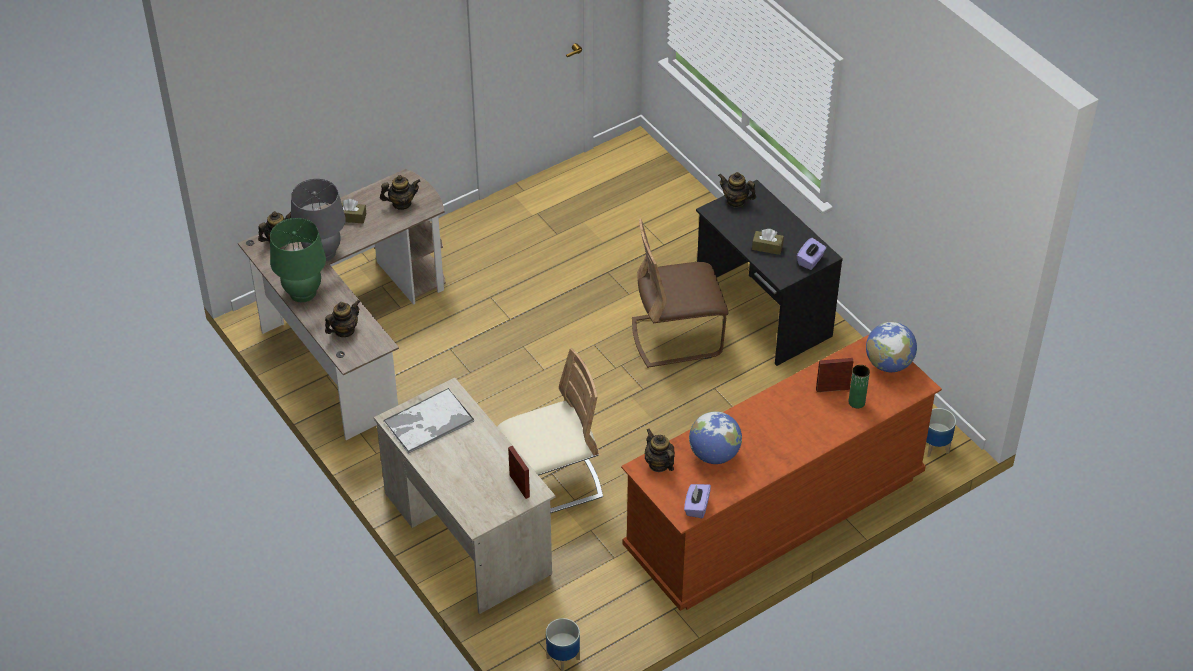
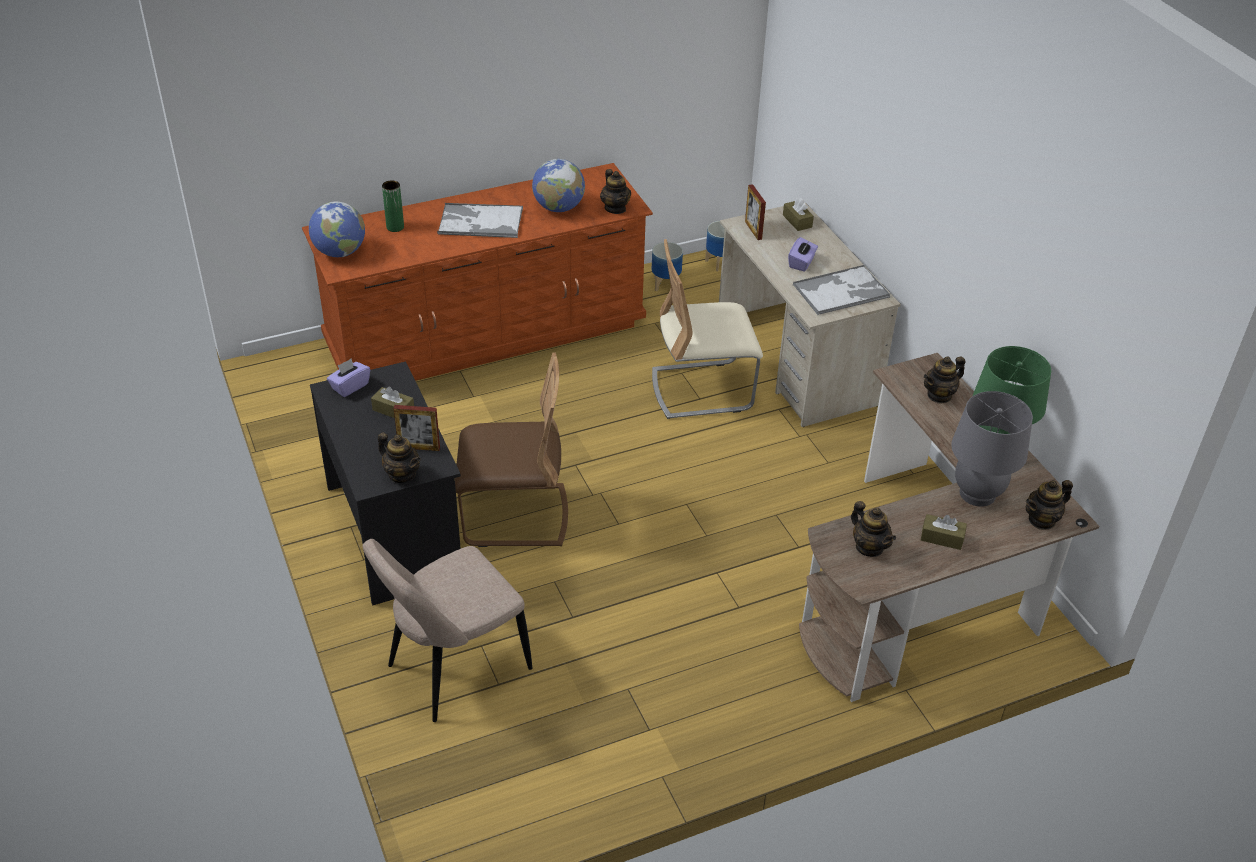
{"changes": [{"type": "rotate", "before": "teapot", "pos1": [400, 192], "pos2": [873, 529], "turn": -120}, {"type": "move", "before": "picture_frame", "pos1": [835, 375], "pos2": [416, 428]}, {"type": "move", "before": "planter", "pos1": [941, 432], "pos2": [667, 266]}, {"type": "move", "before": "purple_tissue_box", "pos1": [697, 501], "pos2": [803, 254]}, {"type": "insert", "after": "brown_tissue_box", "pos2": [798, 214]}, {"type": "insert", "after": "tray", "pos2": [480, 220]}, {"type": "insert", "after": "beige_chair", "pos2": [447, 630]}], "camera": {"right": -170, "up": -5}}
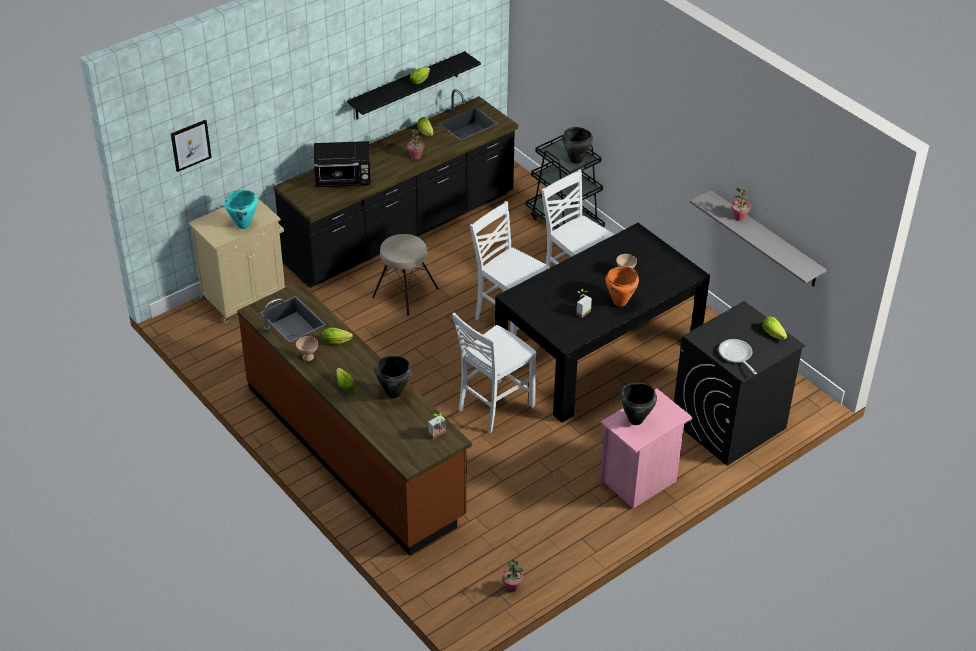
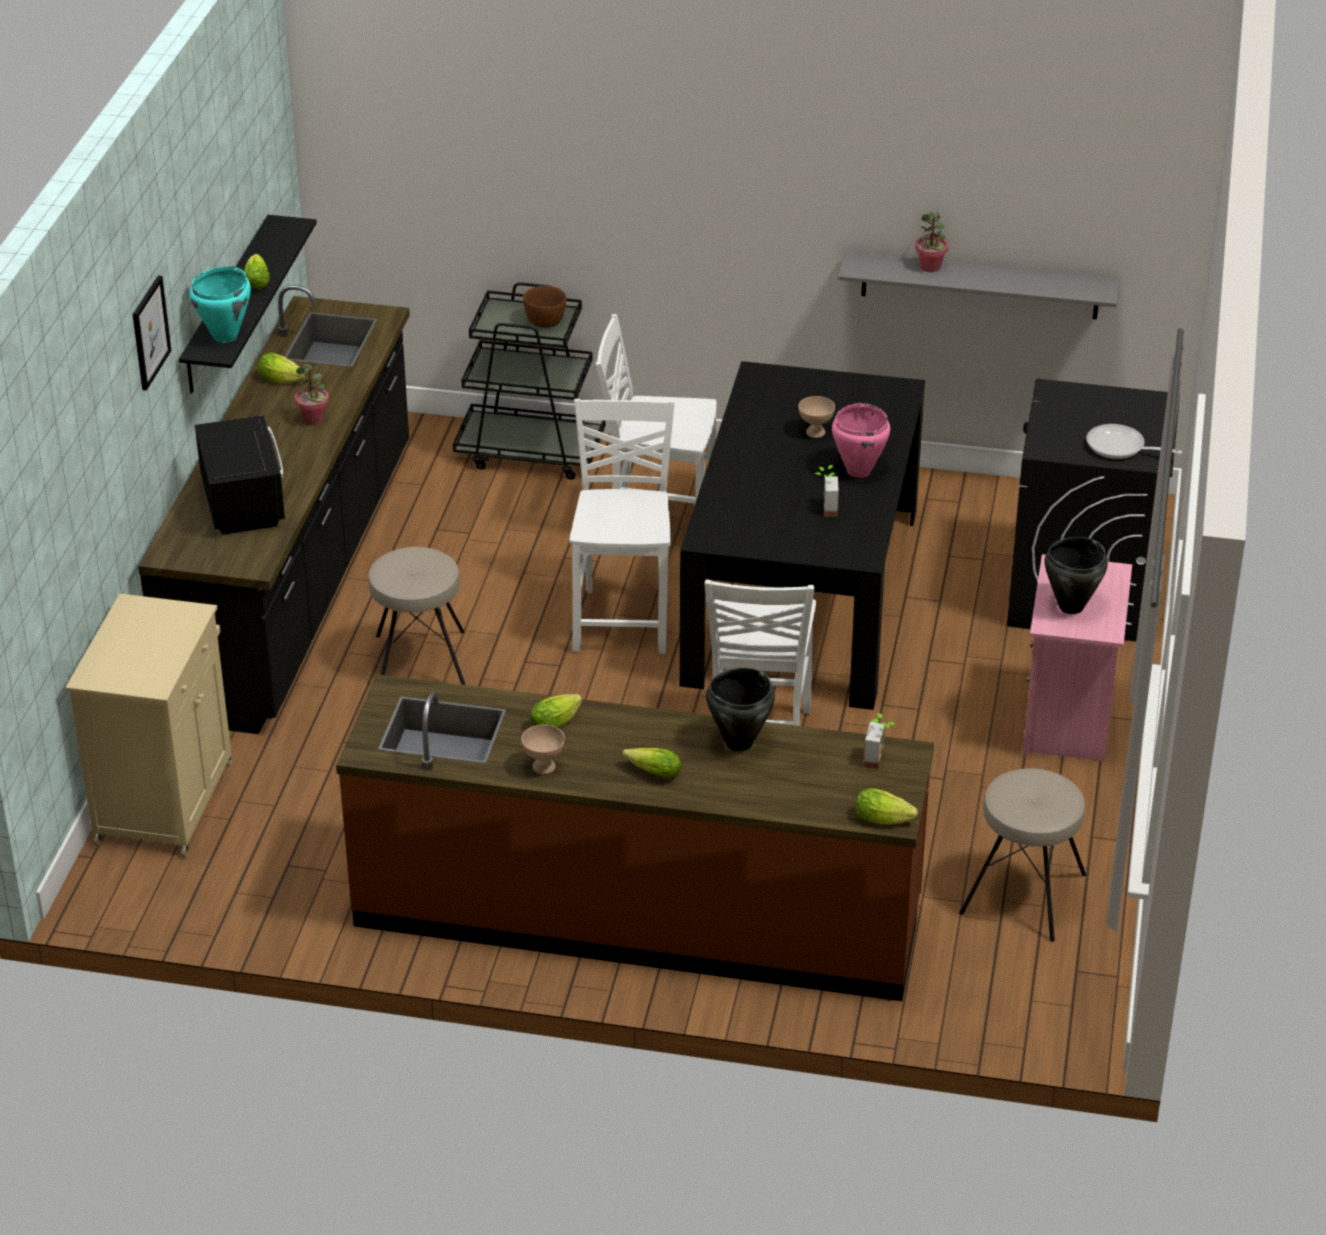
{"changes": [{"type": "move", "before": "picture", "pos1": [191, 146], "pos2": [152, 333]}, {"type": "replace", "before": "black_cooking_pot", "after": "brown_bowl", "pos1": [577, 145], "pos2": [544, 307]}, {"type": "rotate", "before": "black_microwave", "pos1": [342, 164], "pos2": [240, 474], "turn": -60}, {"type": "move", "before": "turquoise_cooking_pot", "pos1": [241, 209], "pos2": [220, 304]}, {"type": "rotate", "before": "white_chair", "pos1": [509, 268], "pos2": [622, 526], "turn": 90}, {"type": "recolor", "before": "orange_cooking_pot", "after": "pink_cooking_pot", "pos1": [622, 286], "pos2": [861, 440]}, {"type": "move", "before": "lettuce", "pos1": [774, 328], "pos2": [886, 806]}, {"type": "delete", "before": "potted_plant", "pos1": [513, 575]}, {"type": "insert", "after": "beige_stool", "pos2": [1022, 855]}], "camera": {"right": -40, "up": -5}}
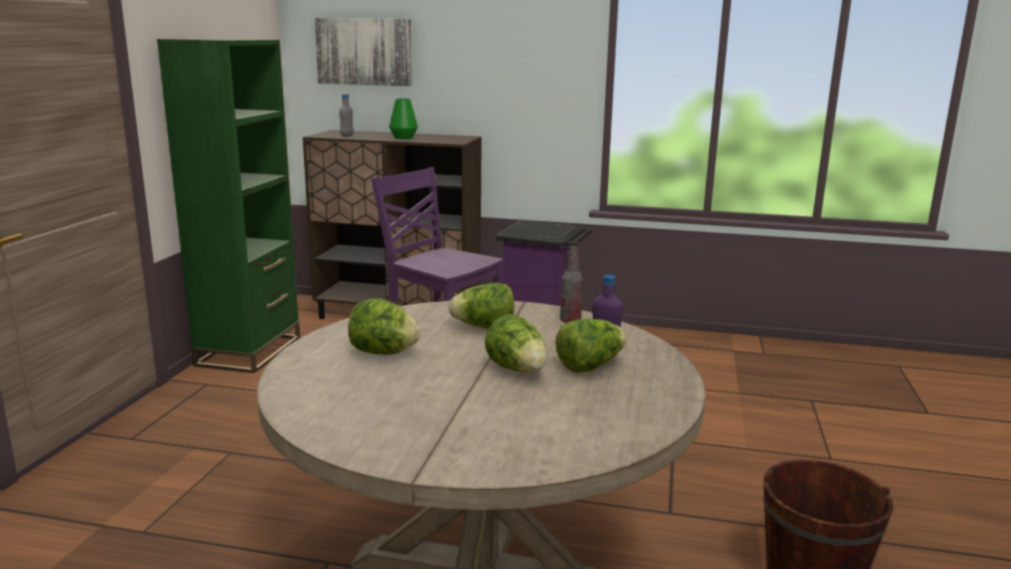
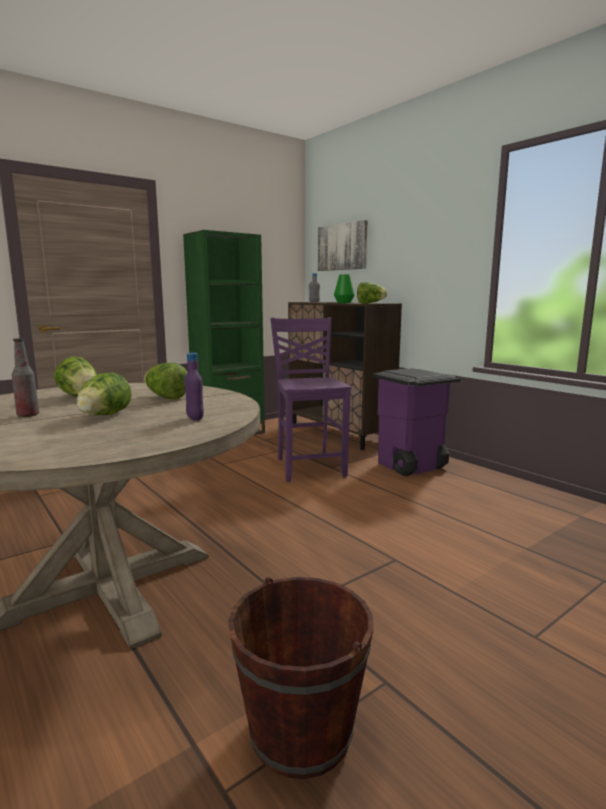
{"changes": [{"type": "move", "before": "bottle", "pos1": [571, 281], "pos2": [25, 377]}, {"type": "move", "before": "lettuce", "pos1": [591, 346], "pos2": [372, 293]}], "camera": {"right": 40, "up": -5}}
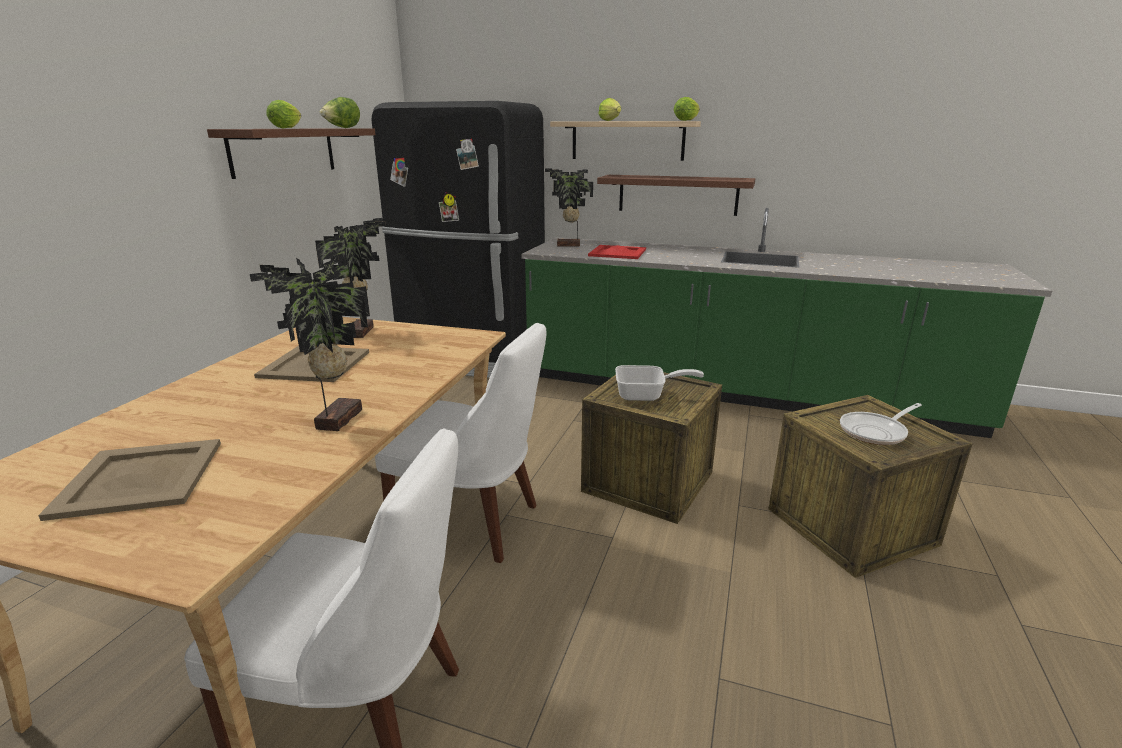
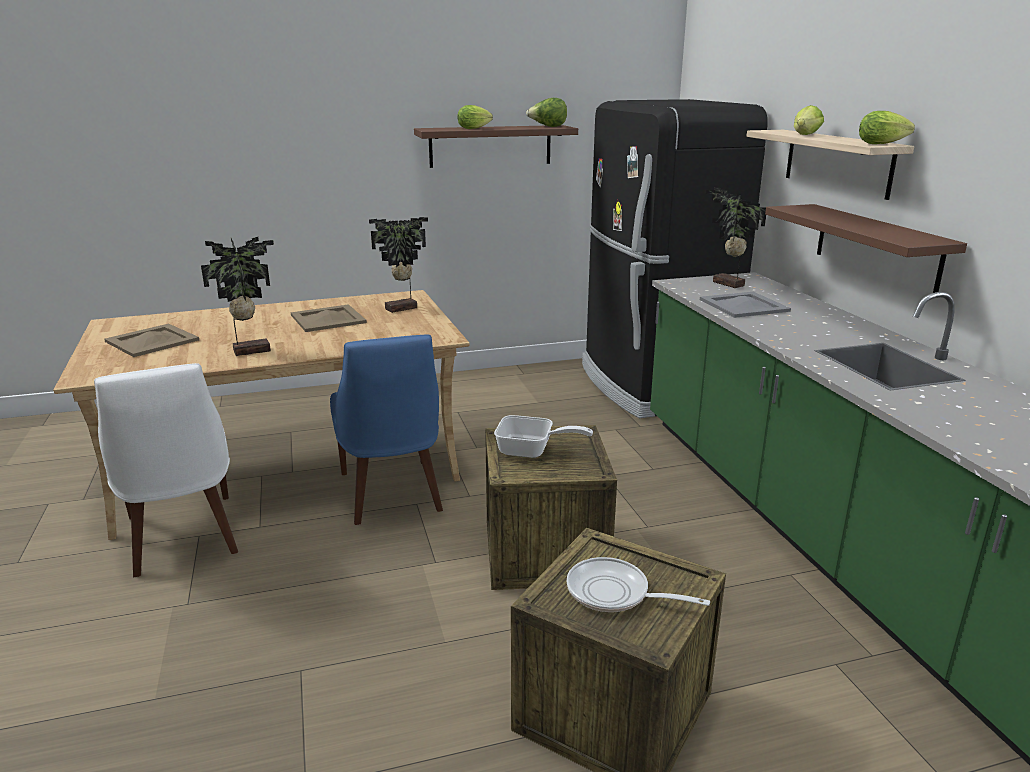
{"changes": [{"type": "recolor", "before": "red_tray", "after": "grey_tray", "pos1": [617, 252], "pos2": [745, 305]}, {"type": "recolor", "before": "white_chair", "after": "blue_chair", "pos1": [461, 443], "pos2": [386, 430]}, {"type": "rotate", "before": "frying_pan", "pos1": [659, 383], "pos2": [543, 436], "turn": -45}], "camera": {"right": 55, "up": 0}}
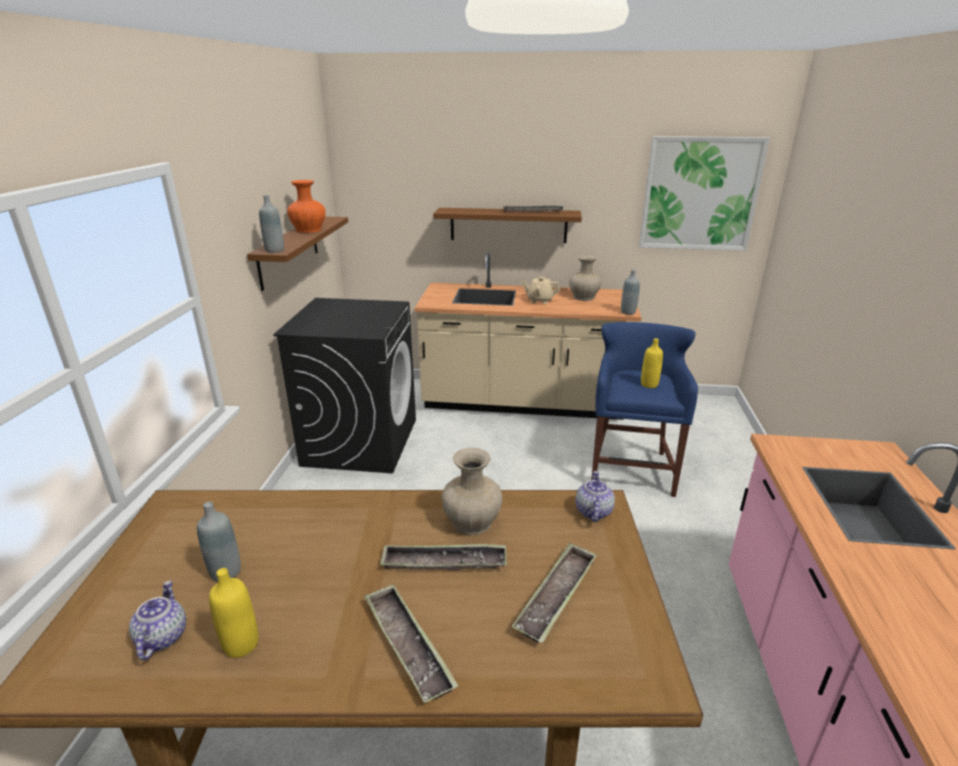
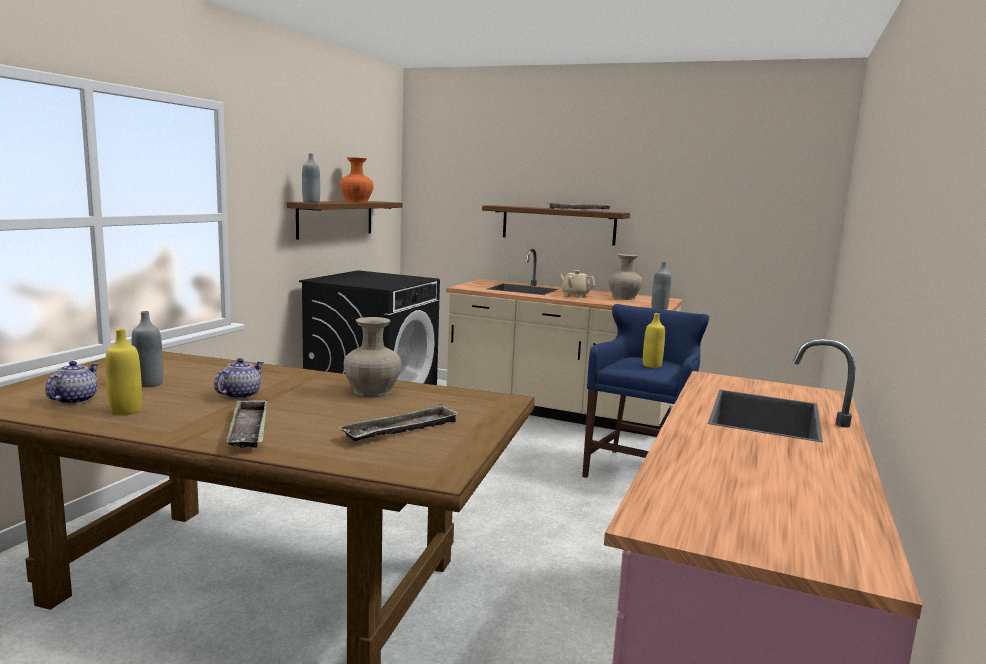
{"changes": [{"type": "delete", "before": "picture", "pos1": [704, 193]}, {"type": "move", "before": "teapot", "pos1": [595, 496], "pos2": [239, 378]}, {"type": "delete", "before": "tray", "pos1": [443, 557]}], "camera": {"right": 15, "up": -15}}
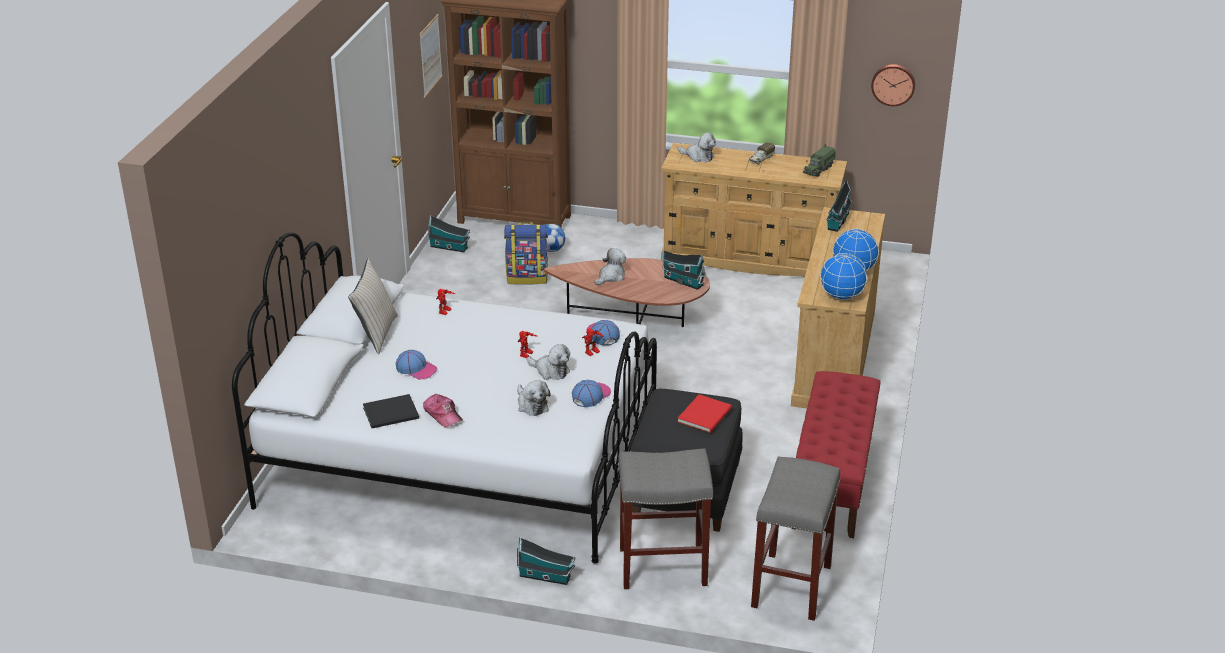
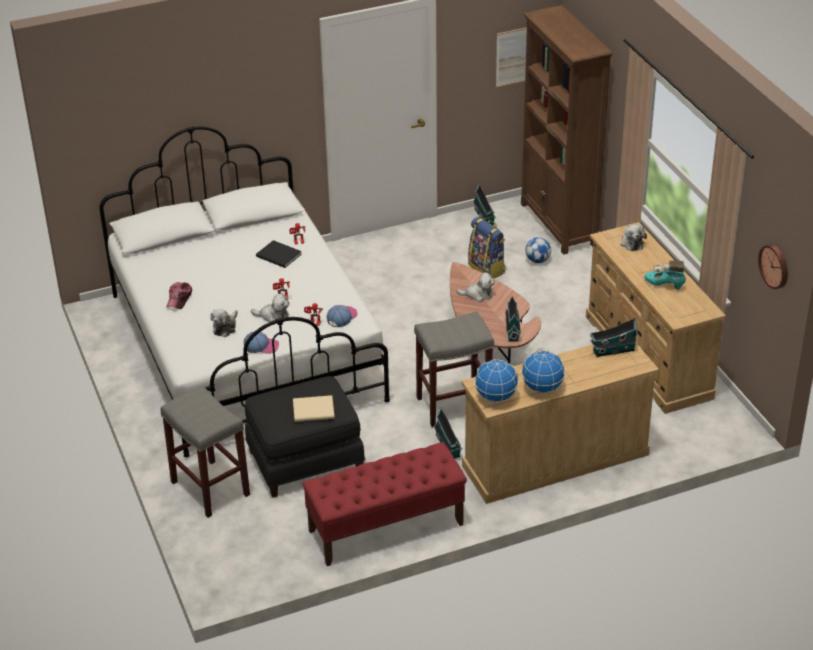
{"changes": [{"type": "delete", "before": "toy_truck", "pos1": [819, 160]}, {"type": "delete", "before": "beige_pillow", "pos1": [373, 306]}, {"type": "rotate", "before": "plush_toy", "pos1": [548, 362], "pos2": [270, 308], "turn": -75}, {"type": "delete", "before": "cap", "pos1": [417, 364]}, {"type": "move", "before": "black_book", "pos1": [391, 411], "pos2": [279, 254]}, {"type": "recolor", "before": "red_book", "after": "beige_book", "pos1": [704, 414], "pos2": [314, 408]}, {"type": "move", "before": "grey_stool", "pos1": [795, 539], "pos2": [454, 369]}, {"type": "move", "before": "toy_house", "pos1": [546, 561], "pos2": [448, 432]}, {"type": "insert", "after": "turquoise_shoe", "pos2": [665, 279]}], "camera": {"right": 55, "up": 5}}
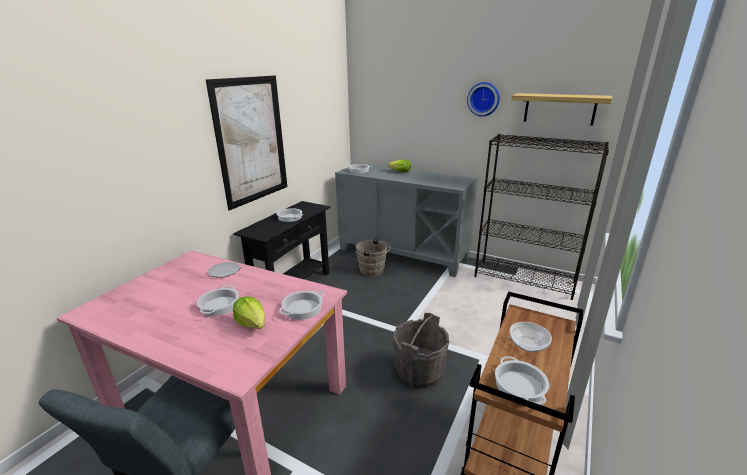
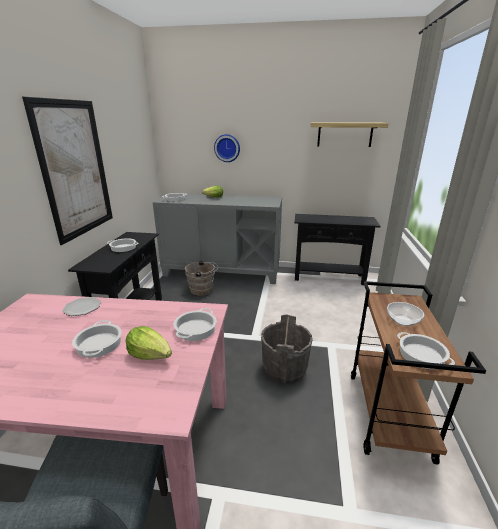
{"changes": [{"type": "move", "before": "wall_clock", "pos1": [483, 99], "pos2": [227, 148]}, {"type": "replace", "before": "black_bookcase", "after": "black_console_table", "pos1": [542, 217], "pos2": [338, 249]}], "camera": {"right": -20, "up": 0}}
